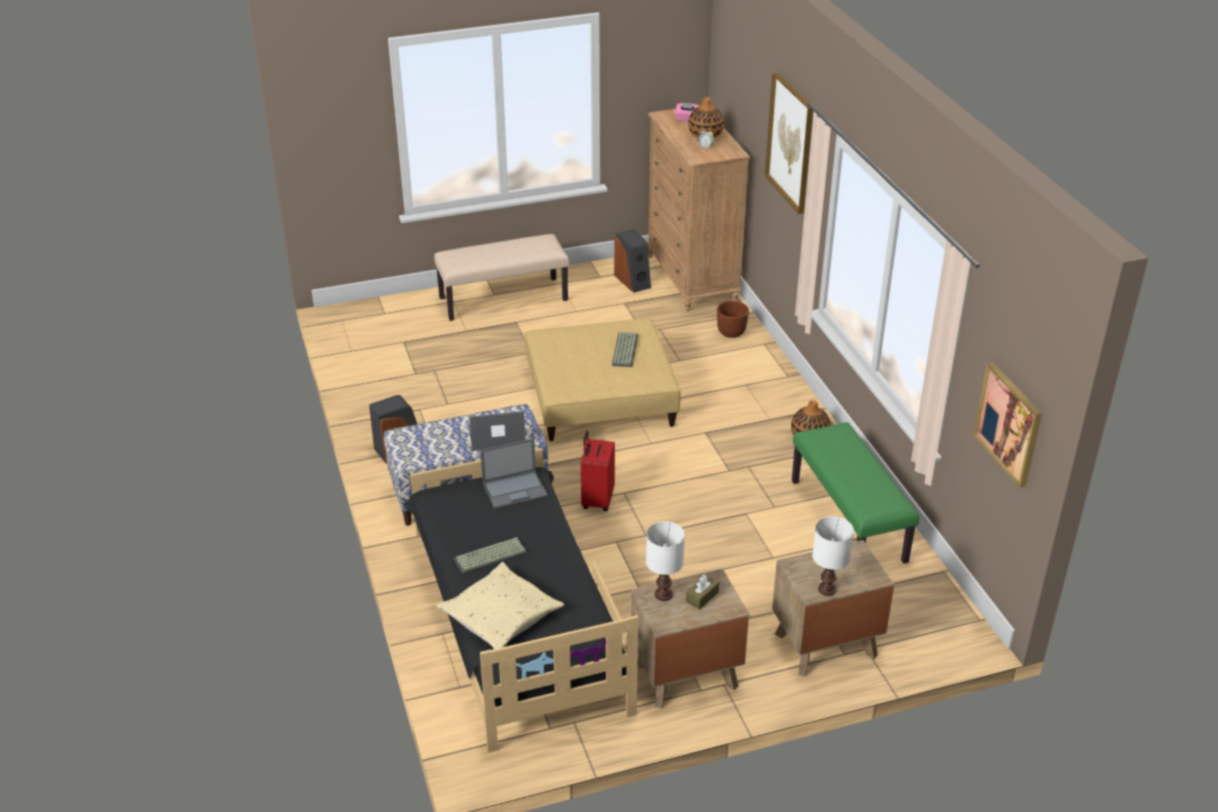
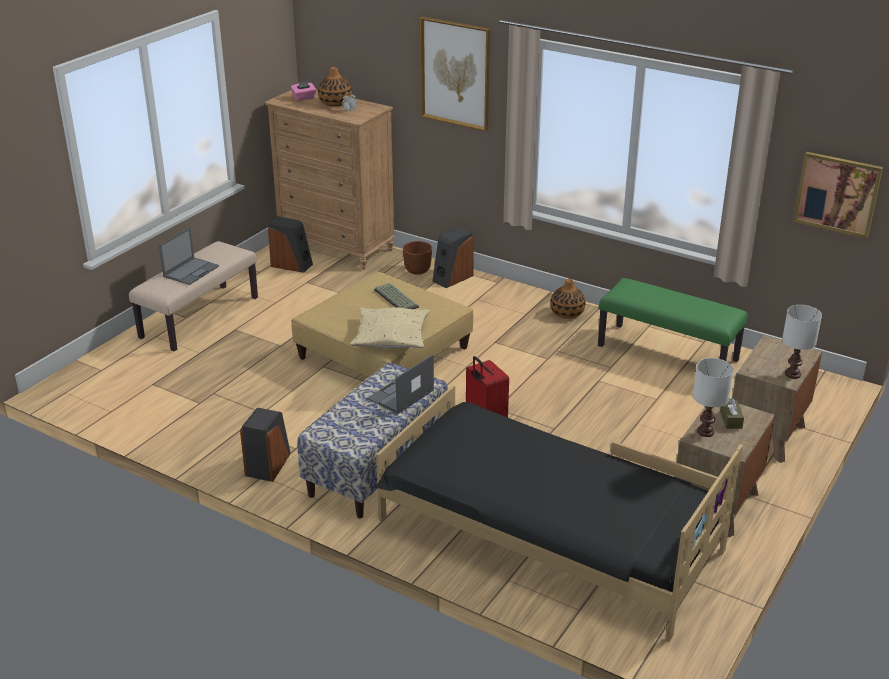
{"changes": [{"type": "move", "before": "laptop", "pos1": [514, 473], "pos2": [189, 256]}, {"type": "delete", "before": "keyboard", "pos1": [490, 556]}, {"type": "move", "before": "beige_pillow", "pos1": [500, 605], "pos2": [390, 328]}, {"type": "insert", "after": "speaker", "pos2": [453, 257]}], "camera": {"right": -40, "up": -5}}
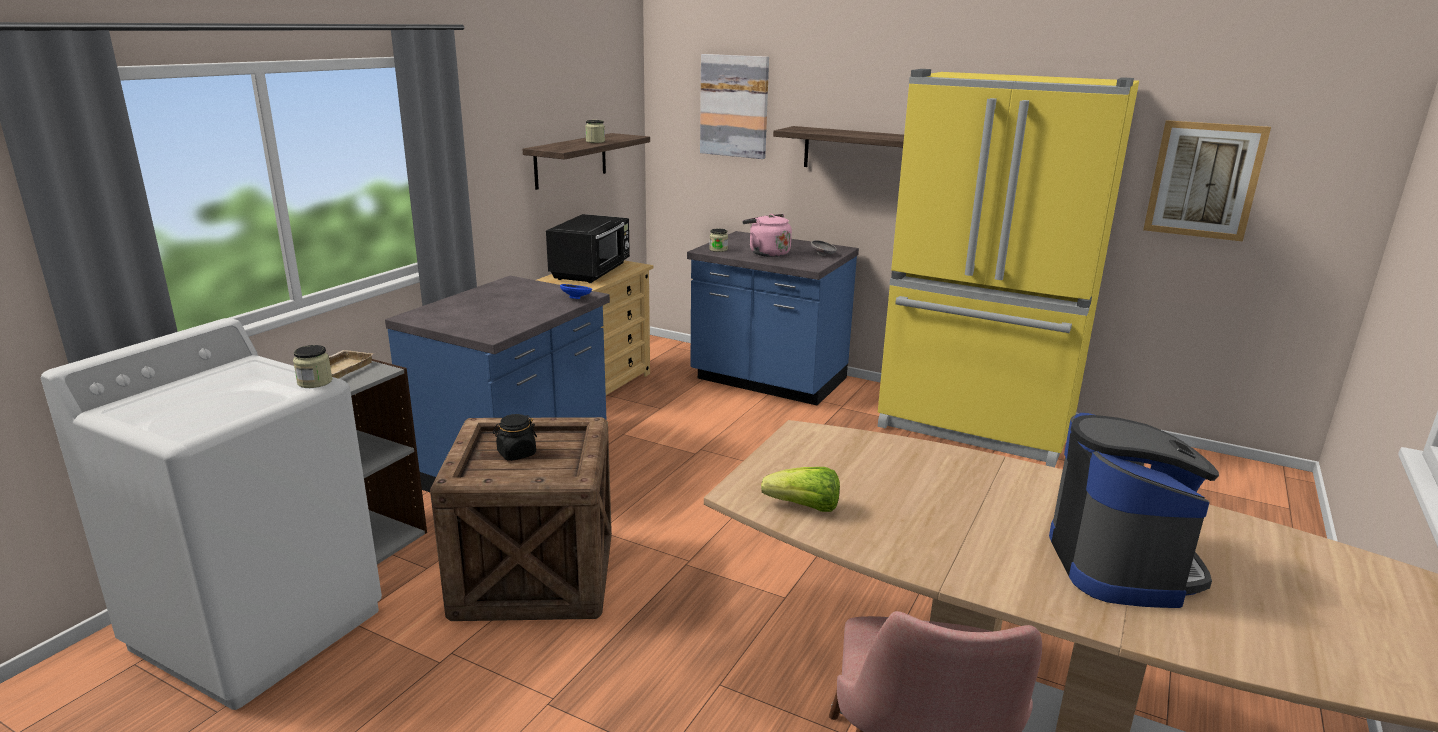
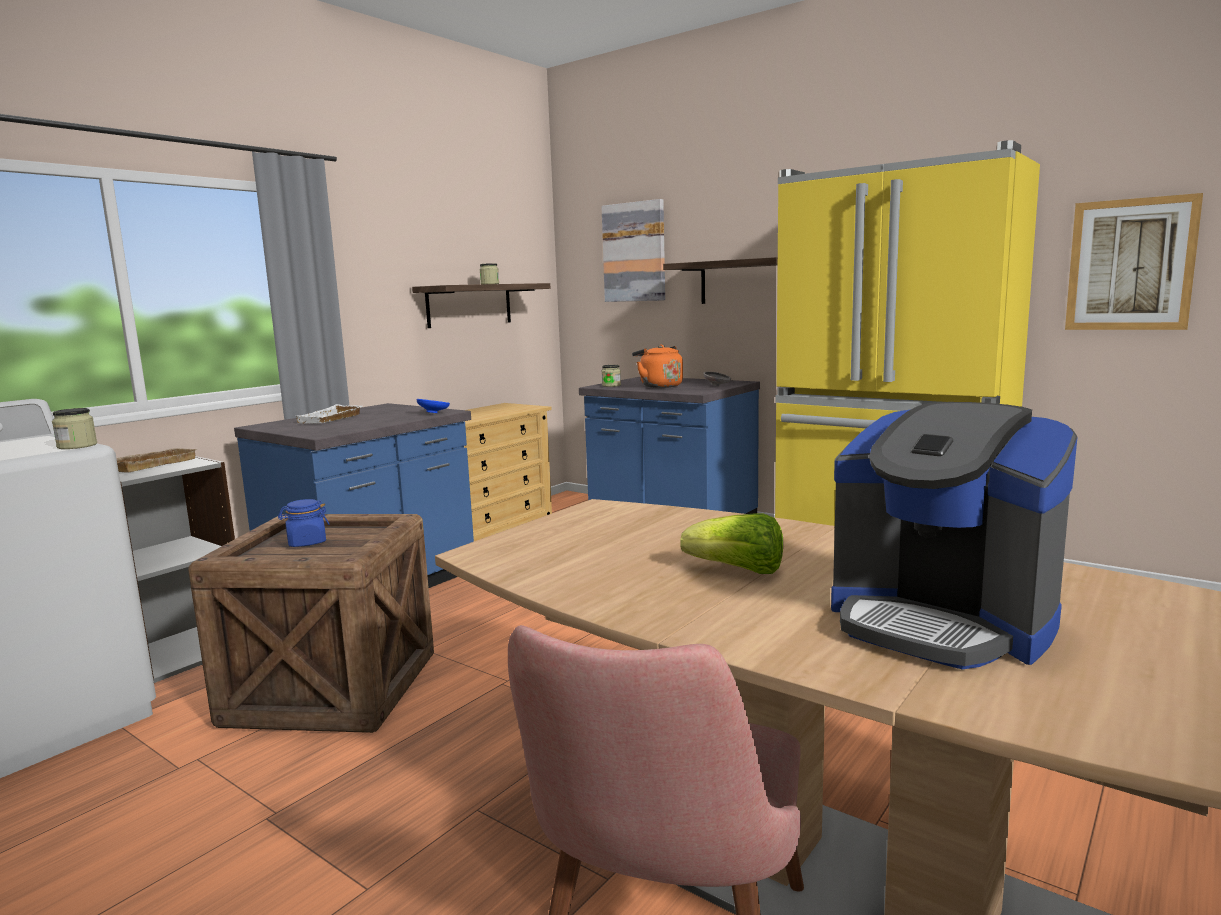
{"changes": [{"type": "delete", "before": "black_microwave", "pos1": [588, 248]}, {"type": "recolor", "before": "pink_kettle", "after": "orange_kettle", "pos1": [767, 235], "pos2": [657, 366]}, {"type": "rotate", "before": "coffee_machine", "pos1": [1134, 510], "pos2": [954, 535], "turn": 120}, {"type": "recolor", "before": "black_jar", "after": "blue_jar", "pos1": [515, 437], "pos2": [303, 523]}, {"type": "move", "before": "lettuce", "pos1": [800, 489], "pos2": [731, 543]}, {"type": "insert", "after": "white_tray", "pos2": [329, 414]}], "camera": {"right": 10, "up": -10}}
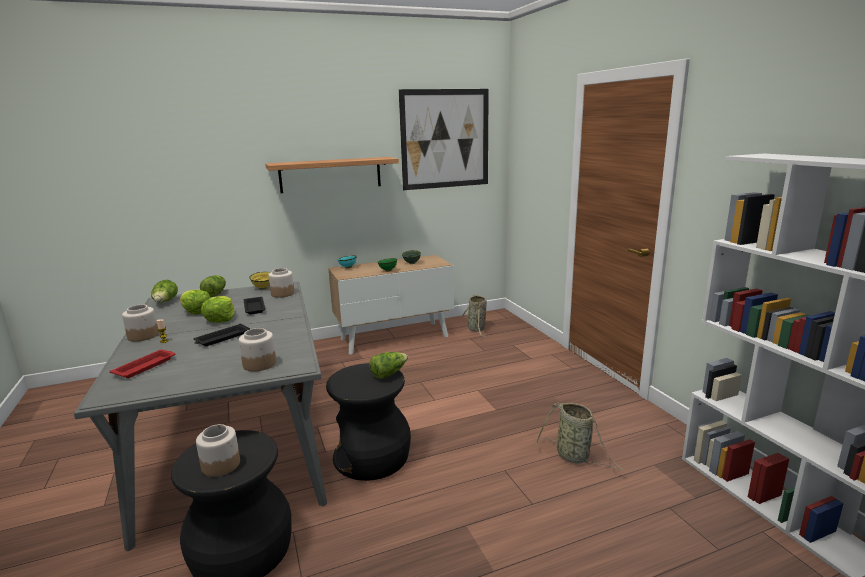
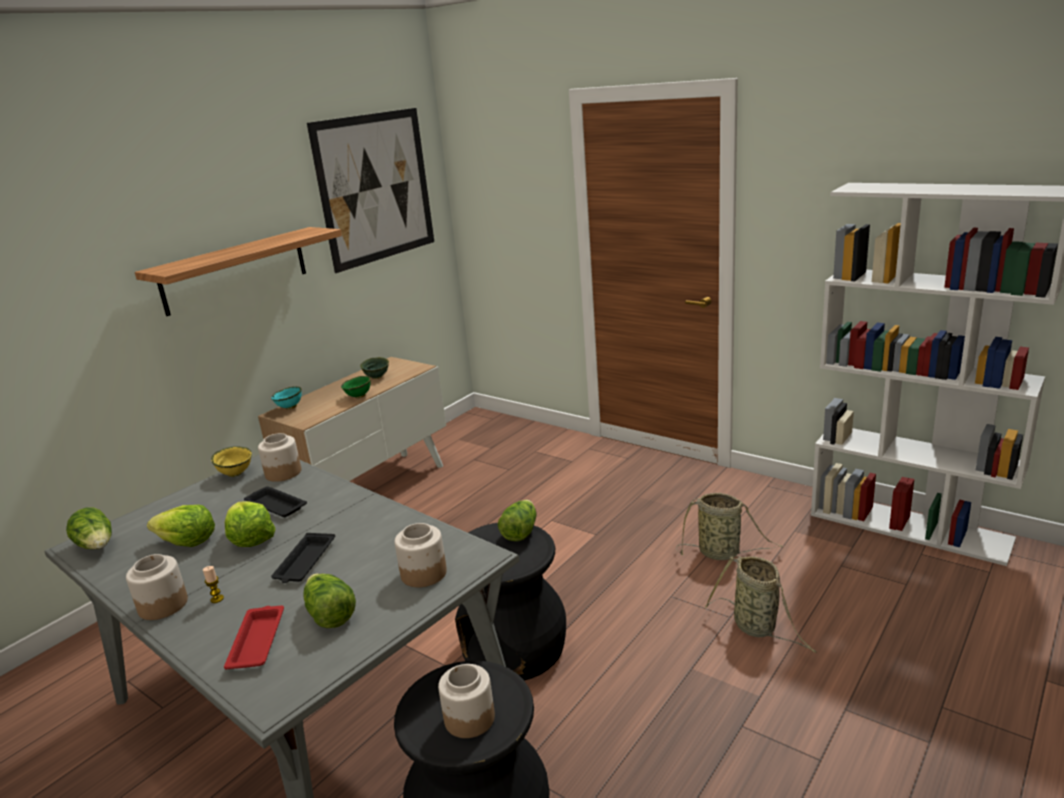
{"changes": [{"type": "move", "before": "lettuce", "pos1": [213, 286], "pos2": [329, 601]}, {"type": "move", "before": "basket", "pos1": [474, 315], "pos2": [761, 604]}], "camera": {"right": -30, "up": 5}}
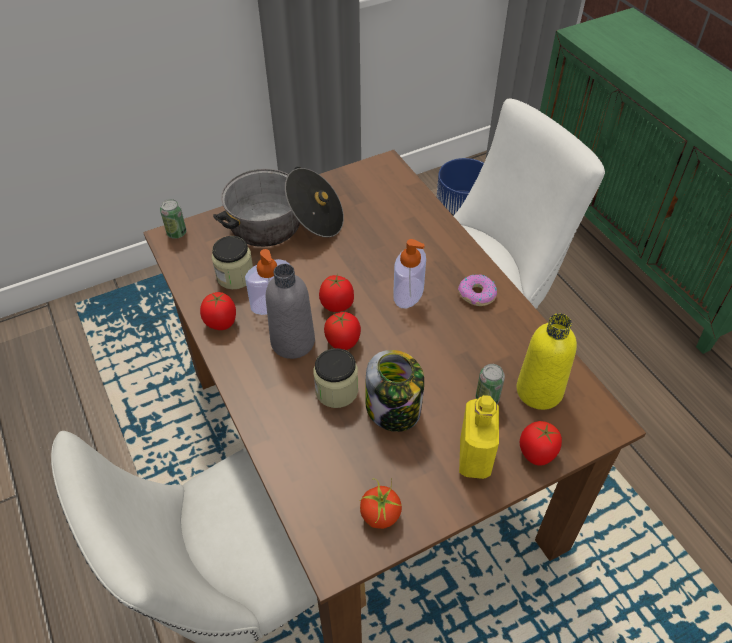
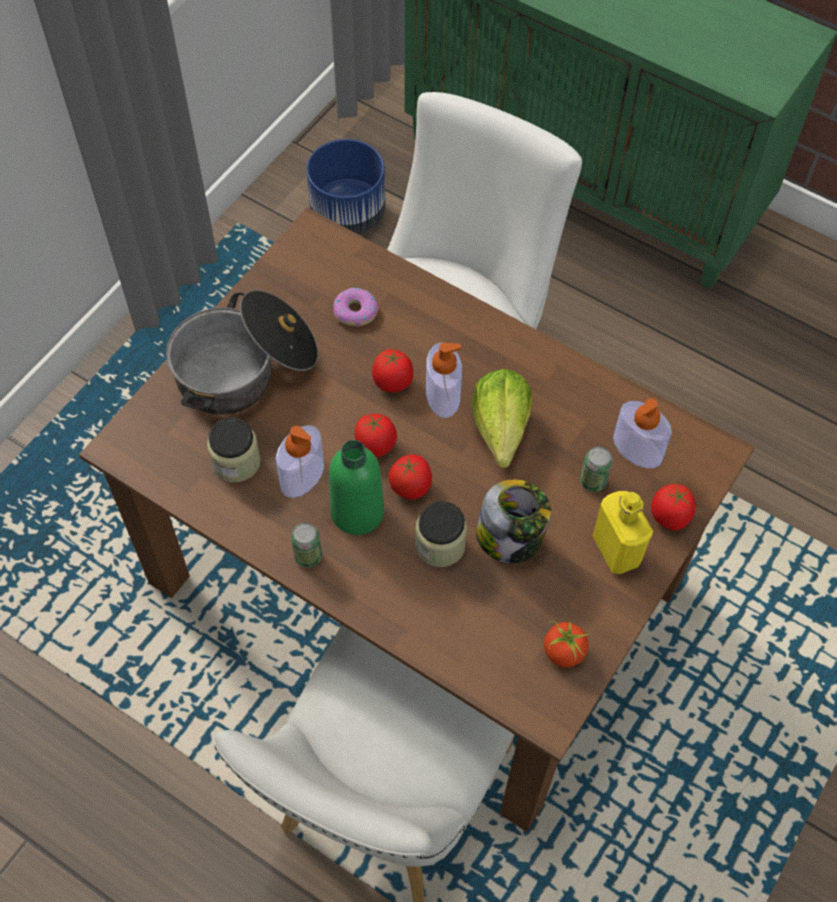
{"changes": [{"type": "move", "before": "can", "pos1": [173, 219], "pos2": [306, 545]}, {"type": "recolor", "before": "grey_bottle", "after": "green_bottle", "pos1": [290, 311], "pos2": [356, 487]}, {"type": "move", "before": "donut", "pos1": [477, 290], "pos2": [355, 306]}, {"type": "move", "before": "tomato", "pos1": [218, 311], "pos2": [392, 370]}, {"type": "replace", "before": "yellow_bottle", "after": "soap_dispenser", "pos1": [546, 361], "pos2": [642, 433]}, {"type": "insert", "after": "lettuce", "pos2": [502, 418]}], "camera": {"right": -30, "up": 10}}
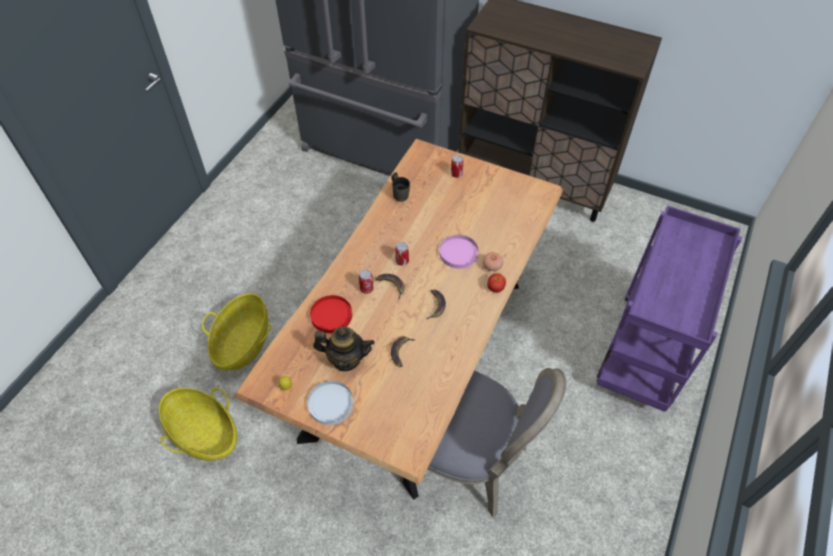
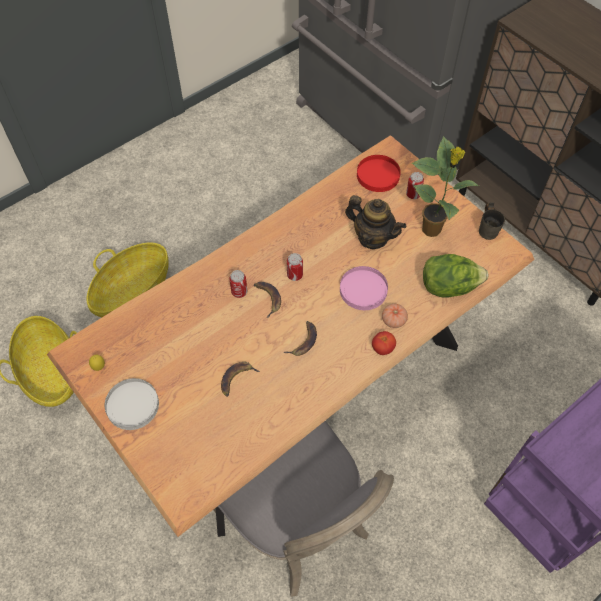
{"changes": [{"type": "move", "before": "grey_mug", "pos1": [400, 187], "pos2": [492, 221]}, {"type": "move", "before": "red_plate", "pos1": [331, 314], "pos2": [379, 173]}, {"type": "move", "before": "teapot", "pos1": [343, 349], "pos2": [375, 222]}, {"type": "insert", "after": "potted_plant", "pos2": [445, 186]}, {"type": "insert", "after": "lettuce", "pos2": [455, 276]}], "camera": {"right": 25, "up": 5}}
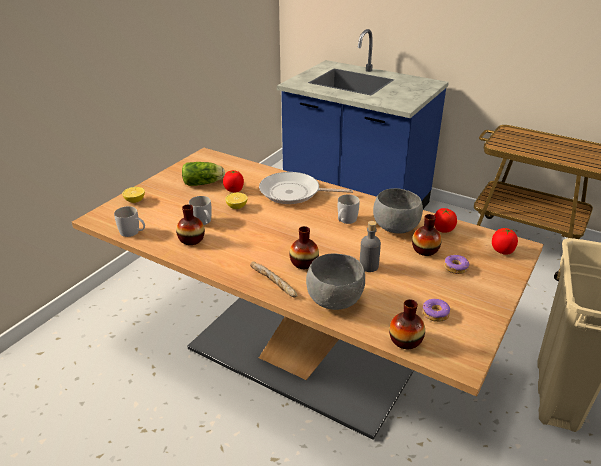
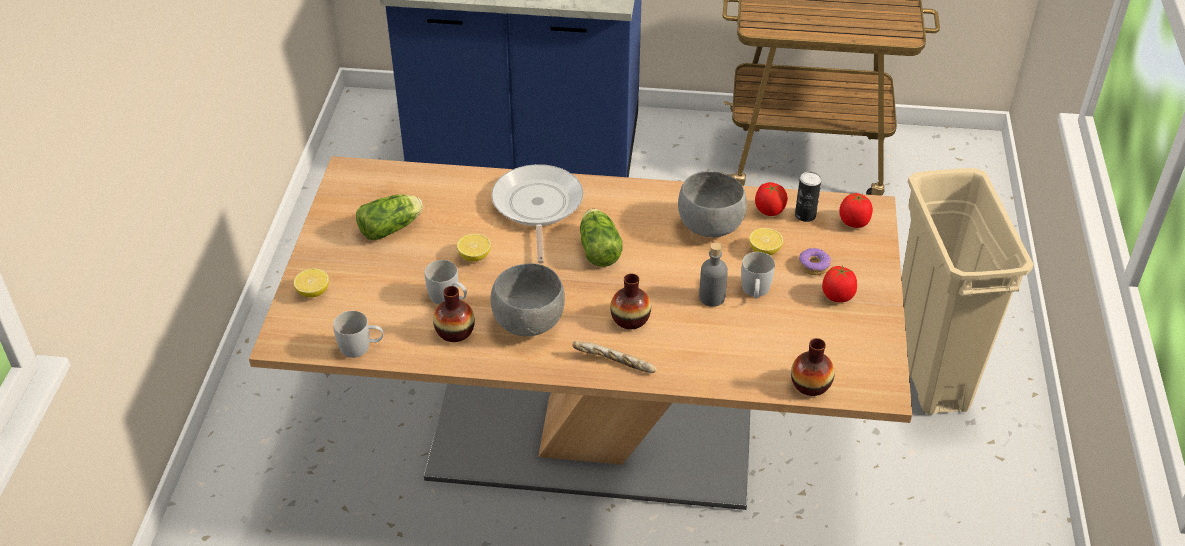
{"changes": [{"type": "move", "before": "tomato", "pos1": [233, 181], "pos2": [839, 283]}, {"type": "rotate", "before": "frying_pan", "pos1": [306, 188], "pos2": [537, 214], "turn": 105}, {"type": "move", "before": "white_mug", "pos1": [349, 209], "pos2": [758, 275]}, {"type": "replace", "before": "vase", "after": "lemon", "pos1": [427, 235], "pos2": [766, 241]}, {"type": "move", "before": "grey_bowl", "pos1": [335, 282], "pos2": [527, 299]}, {"type": "delete", "before": "donut", "pos1": [436, 310]}, {"type": "insert", "after": "can", "pos2": [808, 196]}, {"type": "insert", "after": "lettuce", "pos2": [601, 238]}], "camera": {"right": -25, "up": 10}}
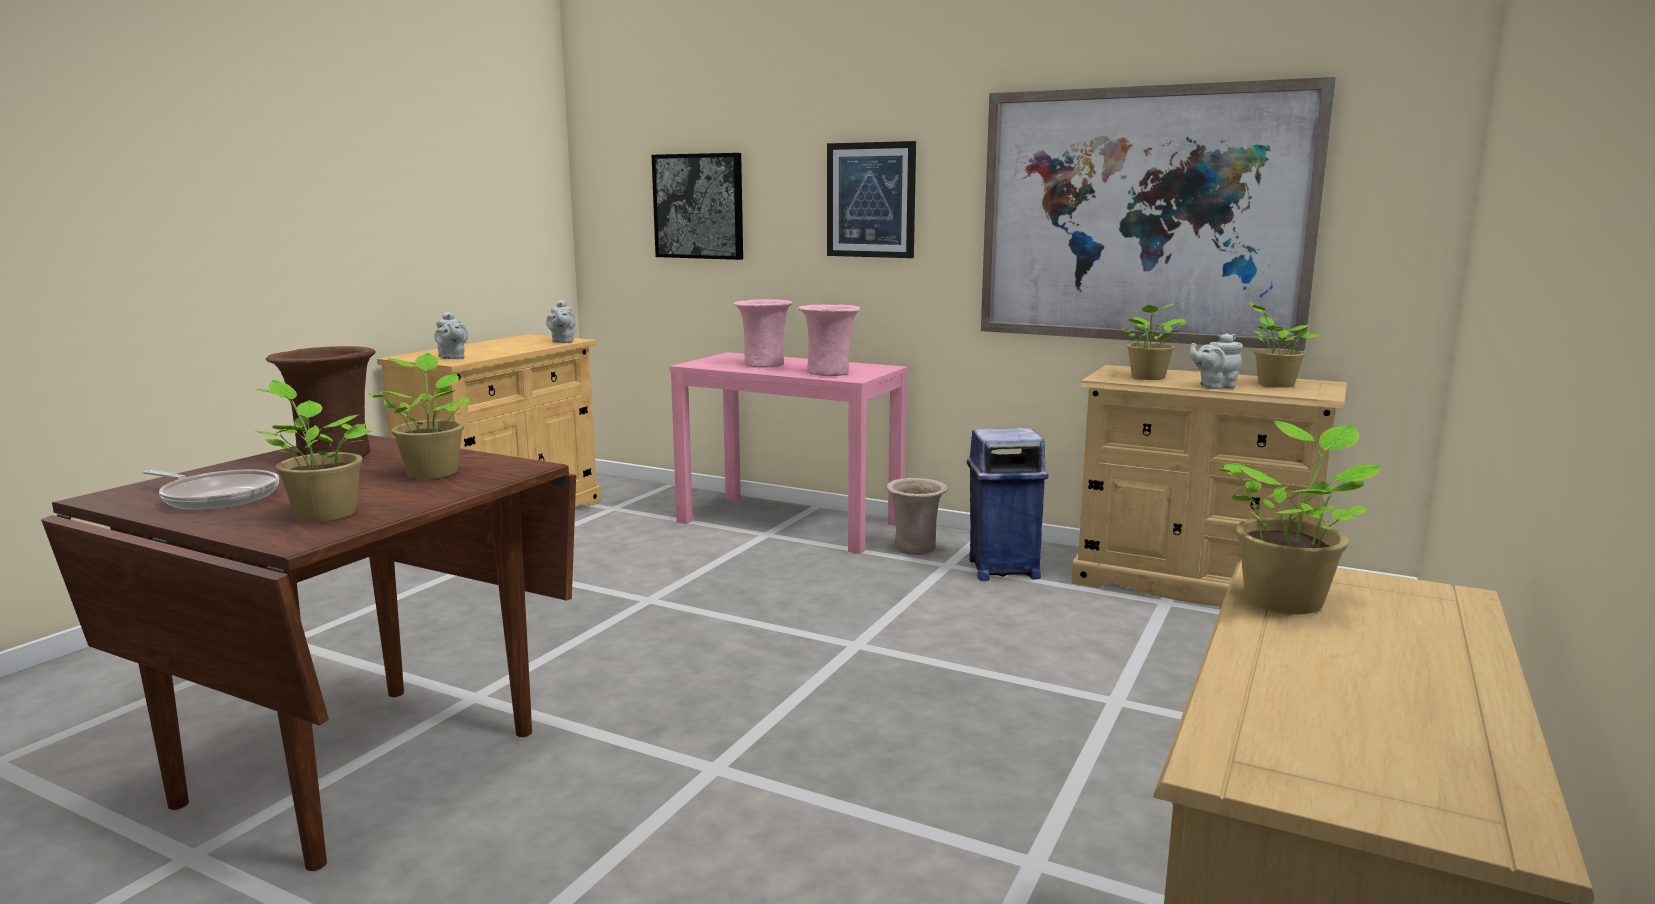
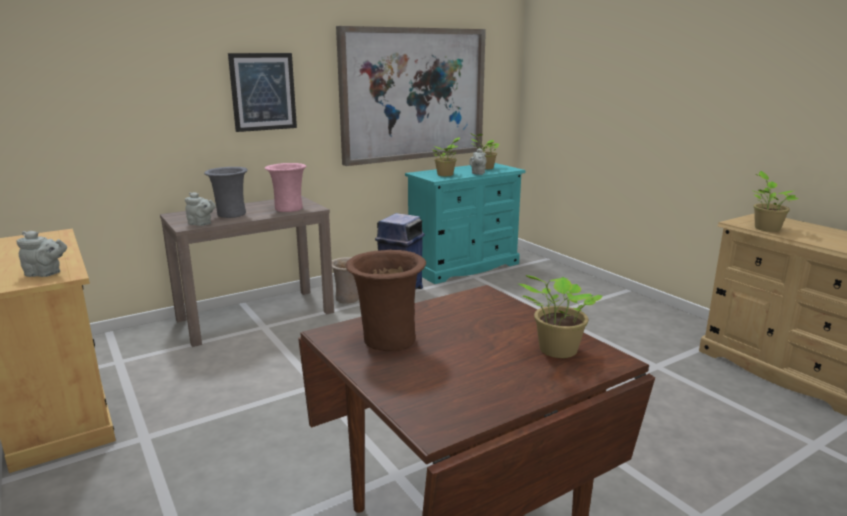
{"changes": [{"type": "delete", "before": "picture", "pos1": [697, 206]}, {"type": "recolor", "before": "pink_vase", "after": "grey_vase", "pos1": [762, 333], "pos2": [226, 192]}, {"type": "move", "before": "grey_teapot", "pos1": [561, 321], "pos2": [200, 209]}, {"type": "recolor", "before": "pink_console_table", "after": "brown_console_table", "pos1": [788, 453], "pos2": [247, 271]}, {"type": "delete", "before": "potted_plant", "pos1": [419, 416]}, {"type": "recolor", "before": "beige_dresser", "after": "turquoise_dresser", "pos1": [1209, 485], "pos2": [465, 223]}, {"type": "delete", "before": "frying_pan", "pos1": [211, 490]}], "camera": {"right": -60, "up": 5}}
